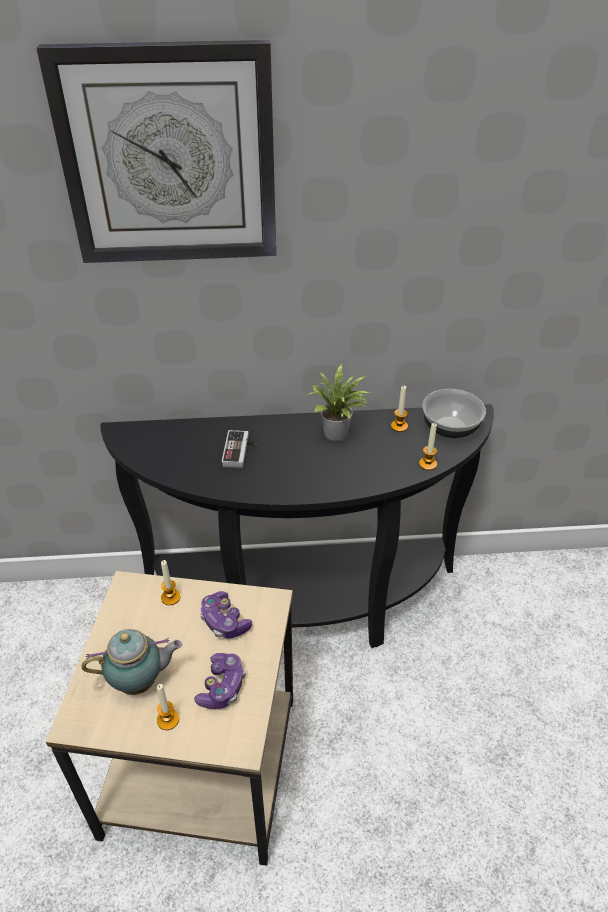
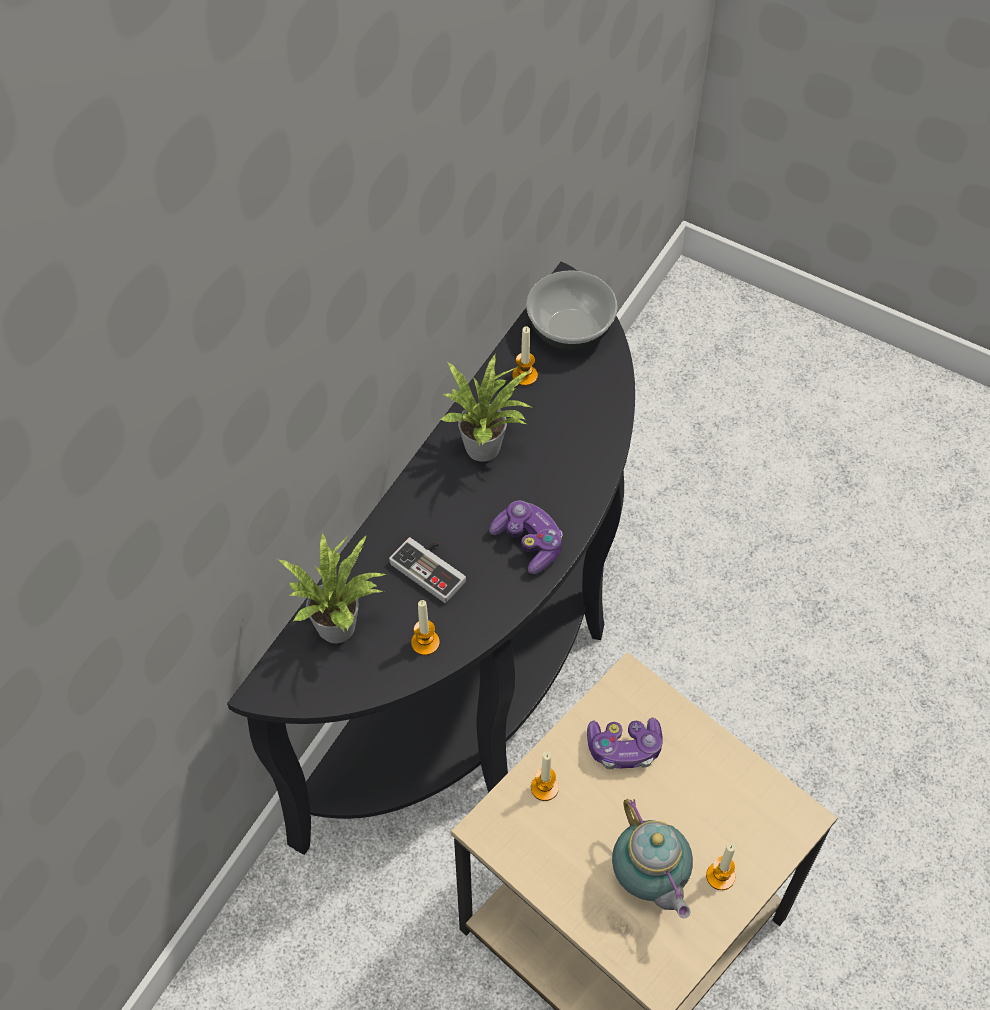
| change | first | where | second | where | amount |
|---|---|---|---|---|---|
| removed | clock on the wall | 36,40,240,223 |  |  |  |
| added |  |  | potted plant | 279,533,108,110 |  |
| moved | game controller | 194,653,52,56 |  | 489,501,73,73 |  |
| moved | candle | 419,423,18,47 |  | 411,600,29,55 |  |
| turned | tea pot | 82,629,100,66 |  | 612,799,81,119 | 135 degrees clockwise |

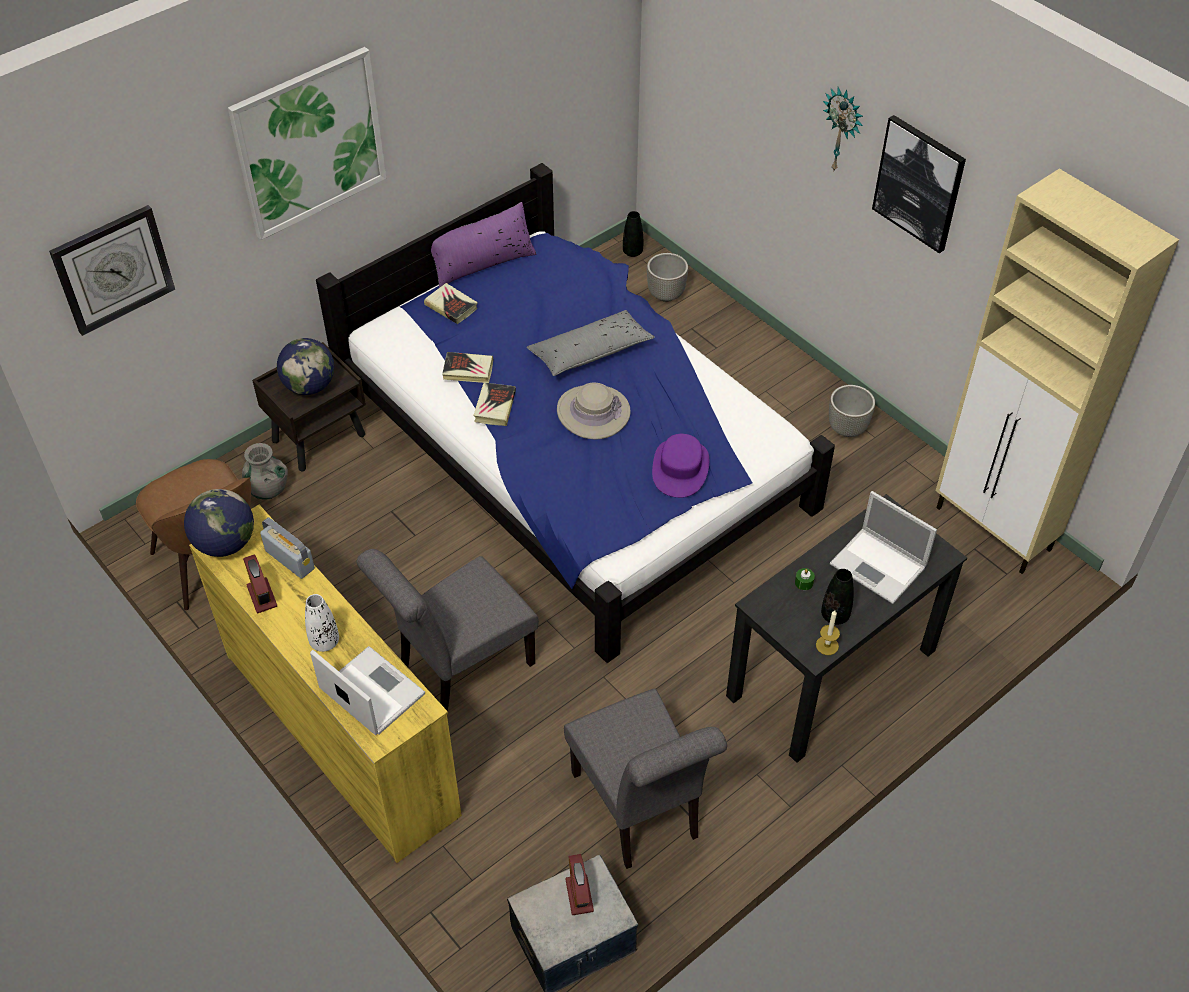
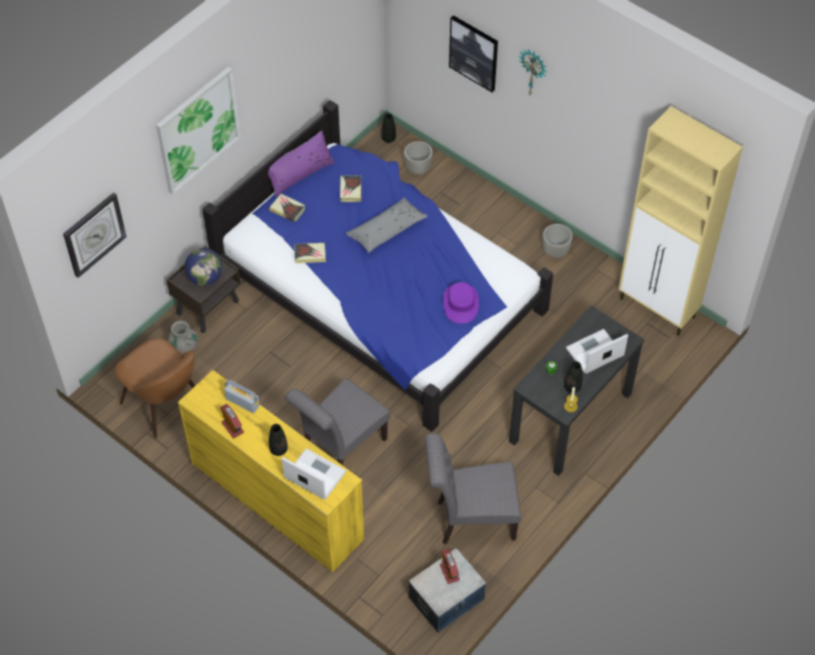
| change | first | where | second | where | amount |
|---|---|---|---|---|---|
| removed | desk globe | 184,489,70,68 |  |  |  |
| removed | beige-coloured wearable hat | 557,383,74,57 |  |  |  |
| moved | bound book | 473,383,43,43 |  | 340,175,21,27 |  |
| moved | wall art | 872,115,94,138 |  | 449,15,49,77 |  |
| recoloured | white flower vase | 305,594,34,58 | blackish flower vase | 269,424,19,32 |  |
| turned | greyish plain chair | 564,688,163,181 |  | 425,433,96,111 | 120 degrees clockwise |
| turned | laptop | 830,491,107,113 |  | 566,329,62,45 | 120 degrees clockwise |

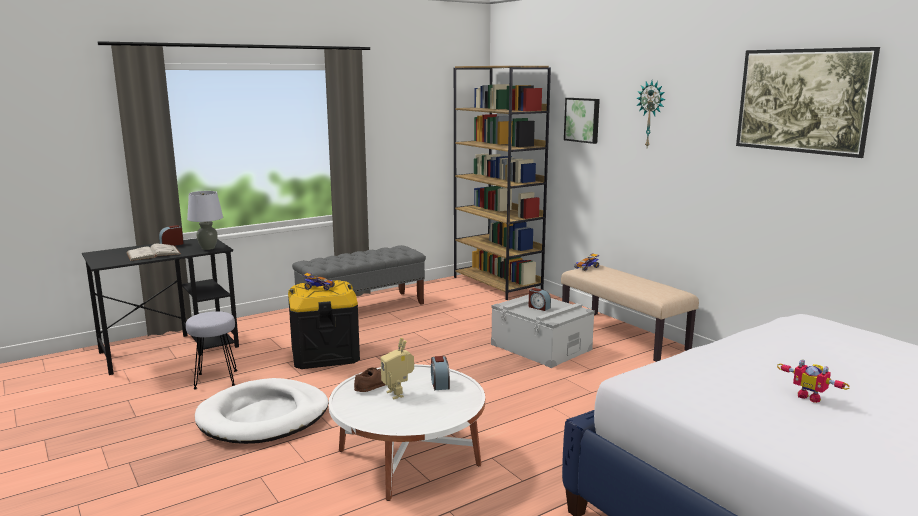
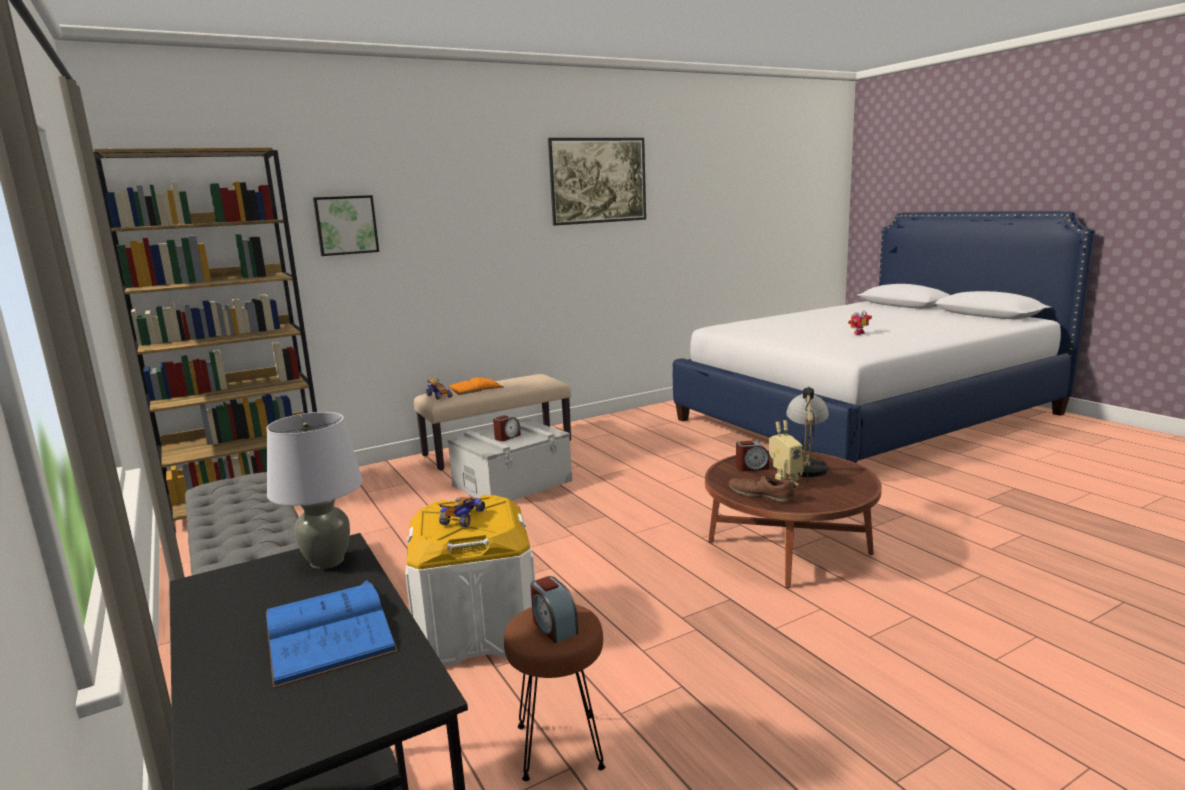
| change | first | where | second | where | amount |
|---|---|---|---|---|---|
| removed | white pet bed | 195,378,134,66 |  |  |  |
| removed | clock on the wall | 636,81,30,66 |  |  |  |
| added |  |  | orangey bound book | 448,377,55,18 |  |
| added |  |  | tabletop lamp | 786,386,43,97 |  |
| moved | alarm clock | 159,225,24,21 |  | 530,576,48,67 |  |
| recoloured | white bound book | 126,244,55,17 | blue bound book | 266,580,132,109 |  |
| recoloured | greyish stool | 186,311,51,78 | brown-coloured stool | 504,605,101,176 |  |
| recoloured | blackish storage container | 288,280,72,89 | white storage container | 405,495,130,171 |  |
| recoloured | white lounge table | 329,364,156,137 | brown-coloured lounge table | 705,450,177,138 |  |

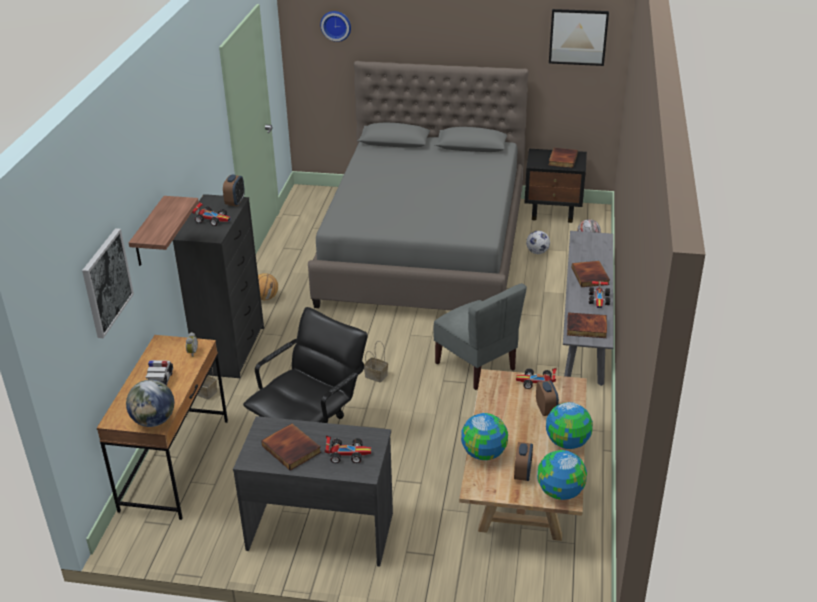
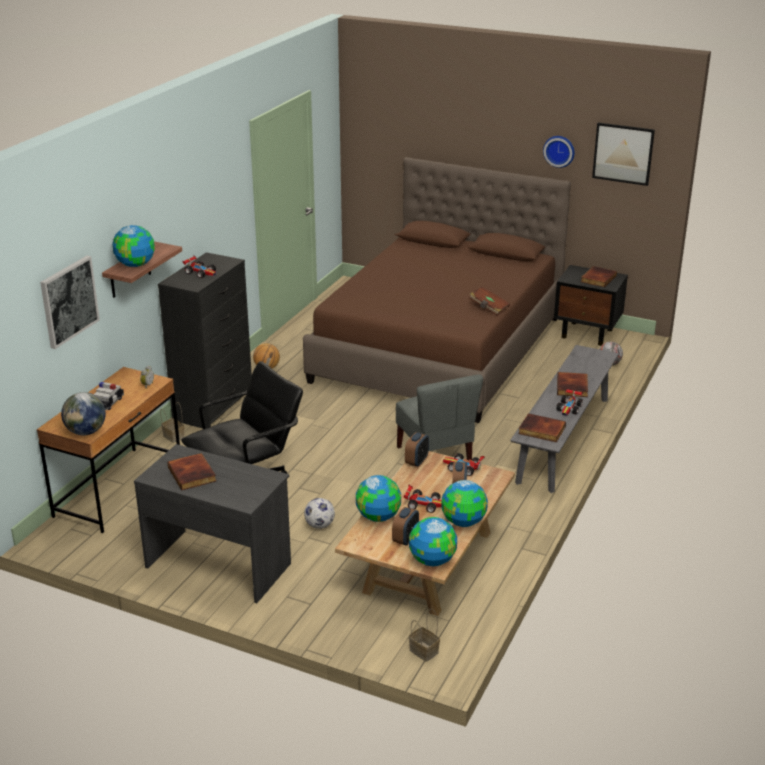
| change | first | where | second | where | amount |
|---|---|---|---|---|---|
| added |  |  | desk globe | 112,225,43,42 |  |
| added |  |  | brown-coloured bound book | 469,286,41,30 |  |
| moved | alarm clock | 223,175,22,31 |  | 405,432,24,35 |  |
| moved | clock on the wall | 320,11,31,31 |  | 543,136,31,32 |  |
| moved | model car | 325,436,46,27 |  | 404,485,38,28 |  |
| moved | storage basket | 364,341,24,41 |  | 409,609,31,53 |  |
| moved | football ball | 526,231,24,23 |  | 304,498,31,31 |  |
| recoloured | greyish sleeping bed | 308,61,221,249 | brown-coloured sleeping bed | 303,157,268,266 |  |

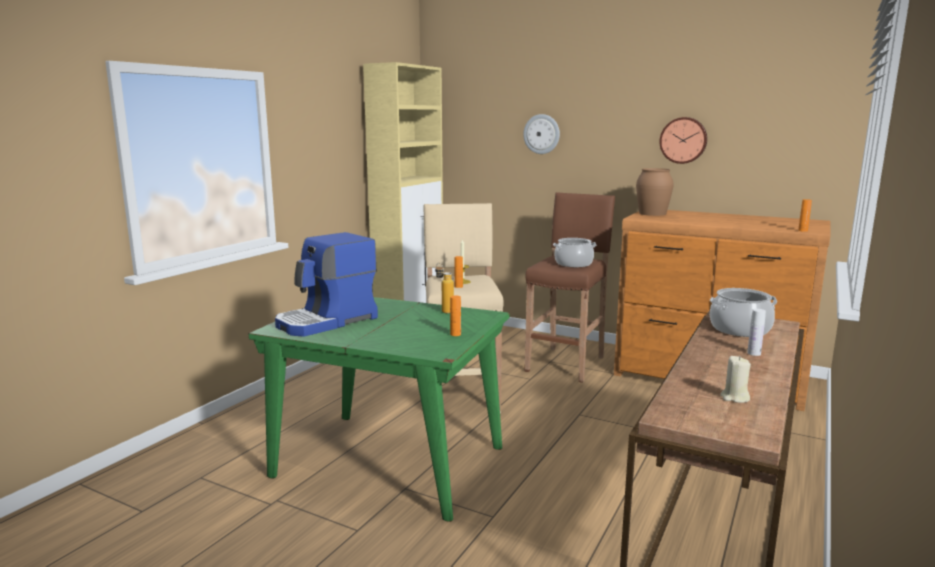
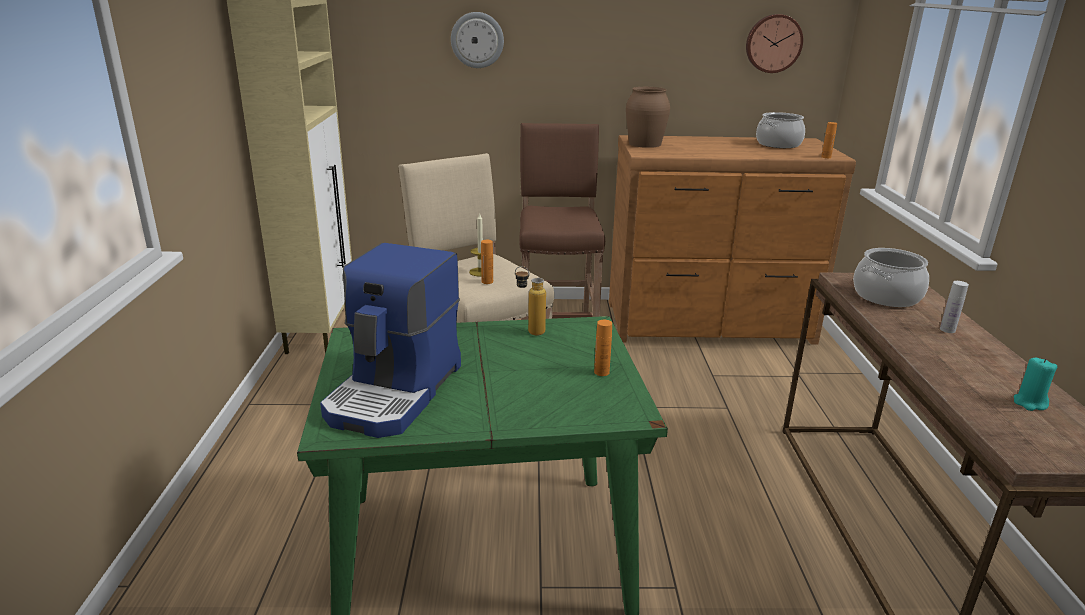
| change | first | where | second | where | amount |
|---|---|---|---|---|---|
| moved | stockpot | 553,238,43,29 |  | 756,112,49,36 |  |
| moved | clock on the wall | 659,117,48,47 |  | 746,14,57,59 |  |
| recoloured | beige-coloured candle | 720,356,31,47 | blue-green candle | 1014,358,43,53 |  |

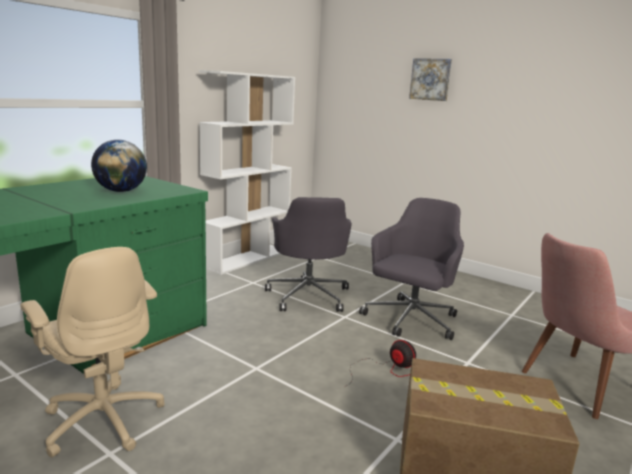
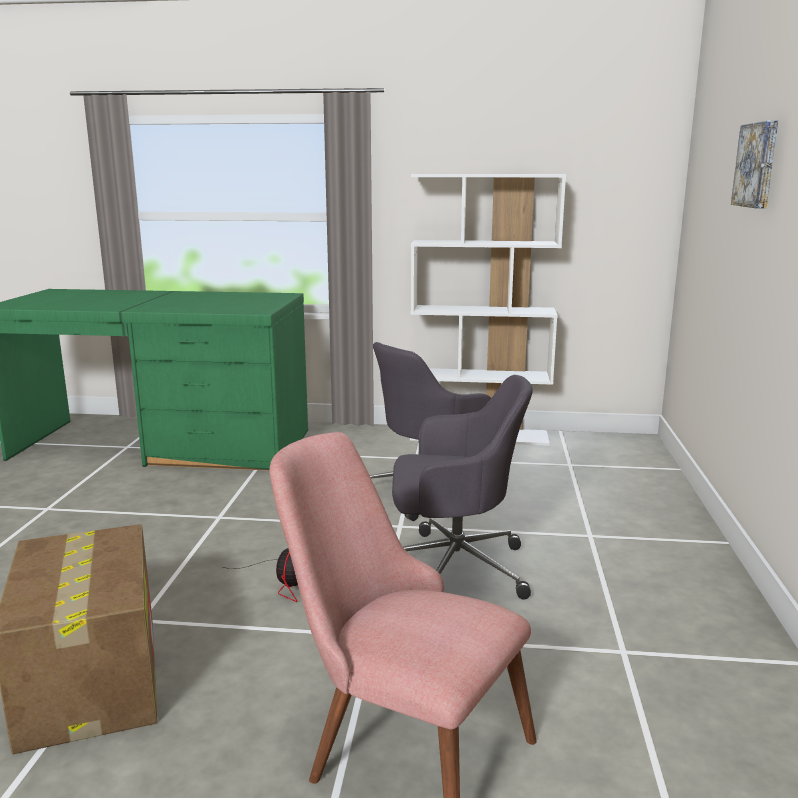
| change | first | where | second | where | amount |
|---|---|---|---|---|---|
| removed | beige-coloured office chair | 20,247,144,210 |  |  |  |
| removed | desk globe | 91,140,56,52 |  |  |  |

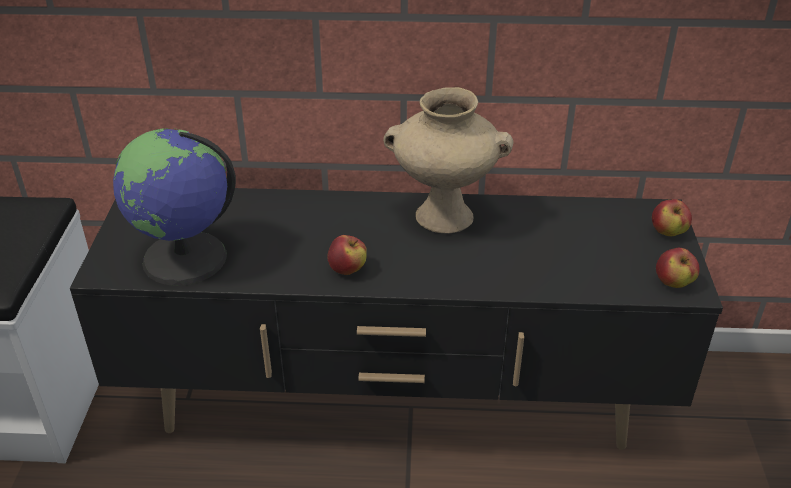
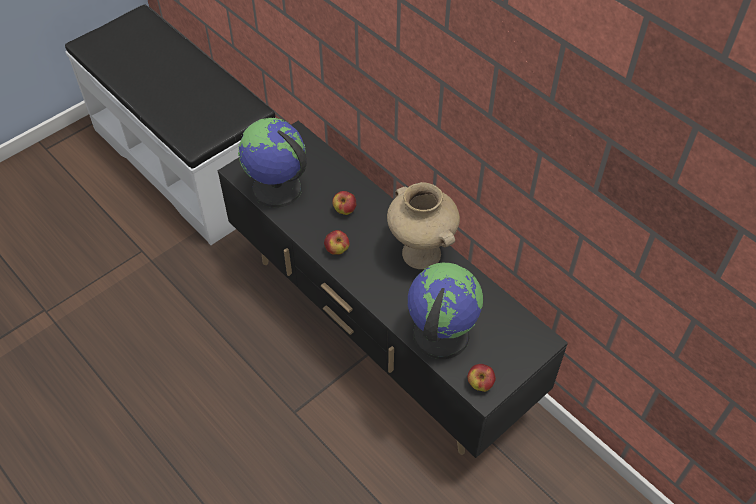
| change | first | where | second | where | amount |
|---|---|---|---|---|---|
| added |  |  | desk globe | 408,263,75,96 |  |
| moved | apple | 652,199,40,37 |  | 332,191,25,24 |  |

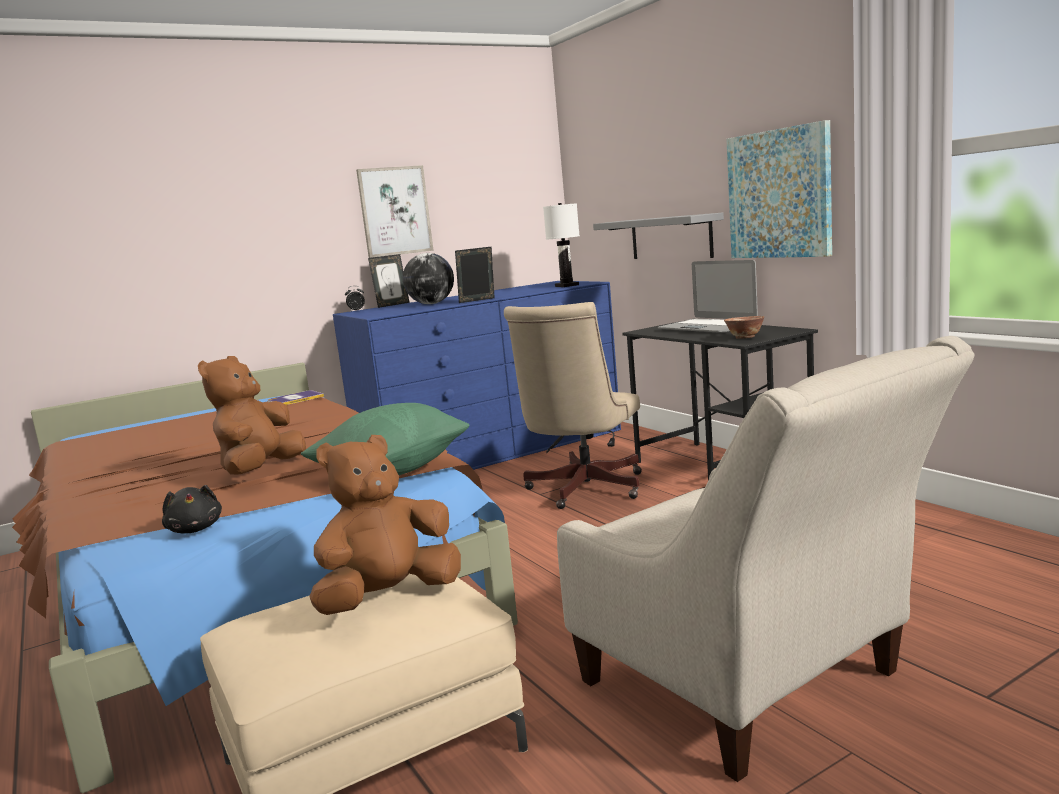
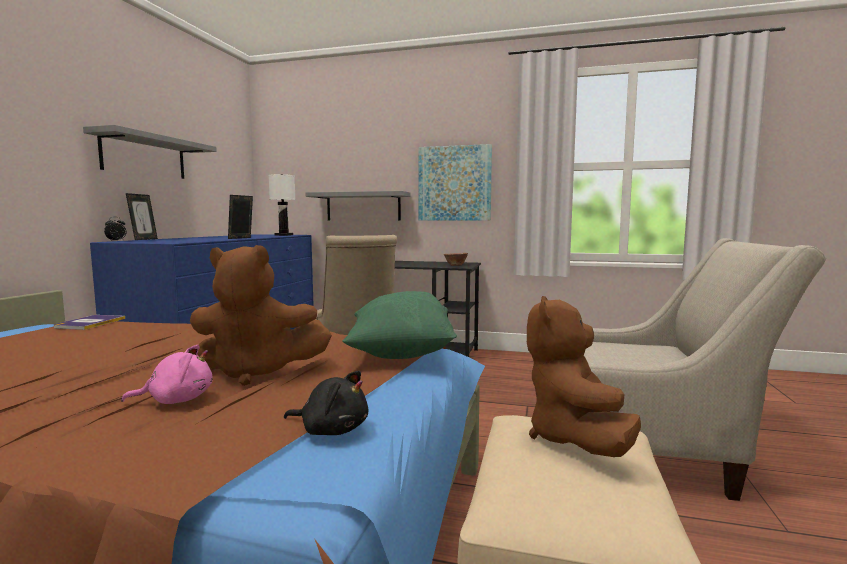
| change | first | where | second | where | amount |
|---|---|---|---|---|---|
| removed | desk globe | 403,253,51,51 |  |  |  |
| removed | laptop | 658,260,100,73 |  |  |  |
| added |  |  | pink-coloured cuddly toy | 121,345,92,59 |  |
| replaced | wall art | 356,165,78,93 | greyish bracket shelf | 83,125,134,54 |  |
| turned | brown-coloured cuddly toy | 198,356,108,119 |  | 190,245,142,141 | 60 degrees counterclockwise |

